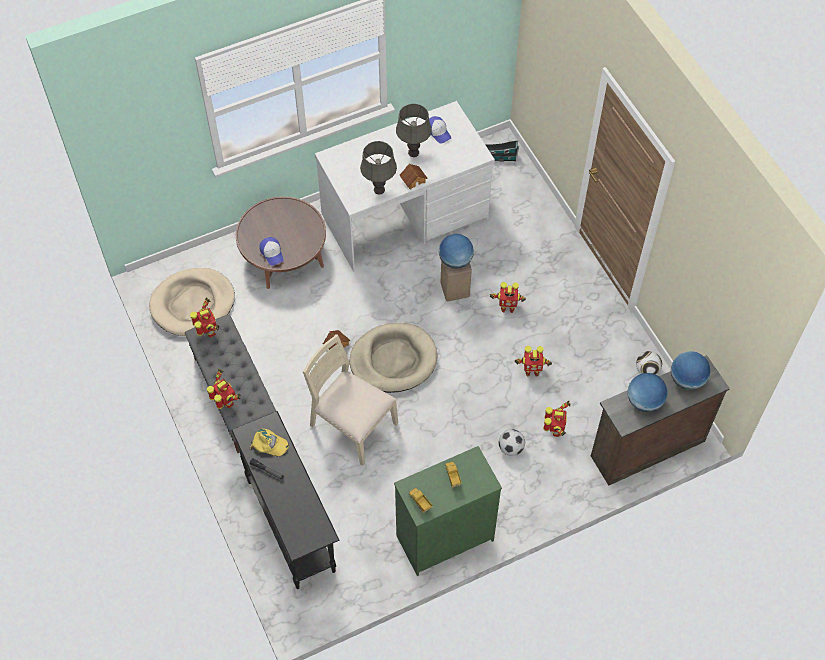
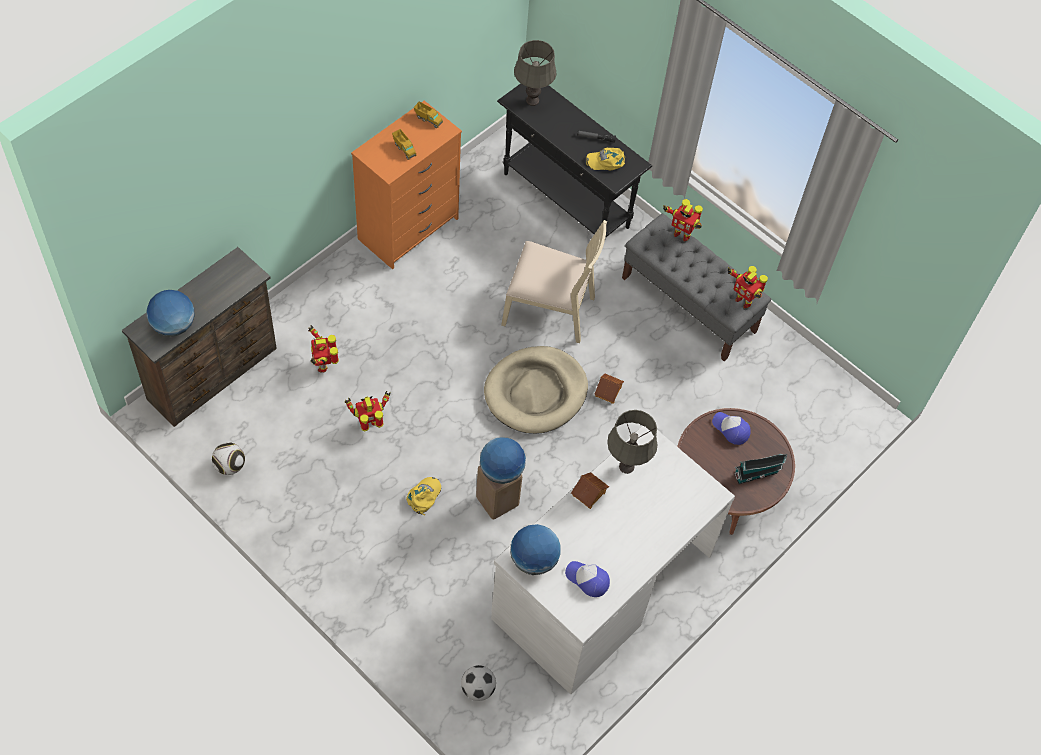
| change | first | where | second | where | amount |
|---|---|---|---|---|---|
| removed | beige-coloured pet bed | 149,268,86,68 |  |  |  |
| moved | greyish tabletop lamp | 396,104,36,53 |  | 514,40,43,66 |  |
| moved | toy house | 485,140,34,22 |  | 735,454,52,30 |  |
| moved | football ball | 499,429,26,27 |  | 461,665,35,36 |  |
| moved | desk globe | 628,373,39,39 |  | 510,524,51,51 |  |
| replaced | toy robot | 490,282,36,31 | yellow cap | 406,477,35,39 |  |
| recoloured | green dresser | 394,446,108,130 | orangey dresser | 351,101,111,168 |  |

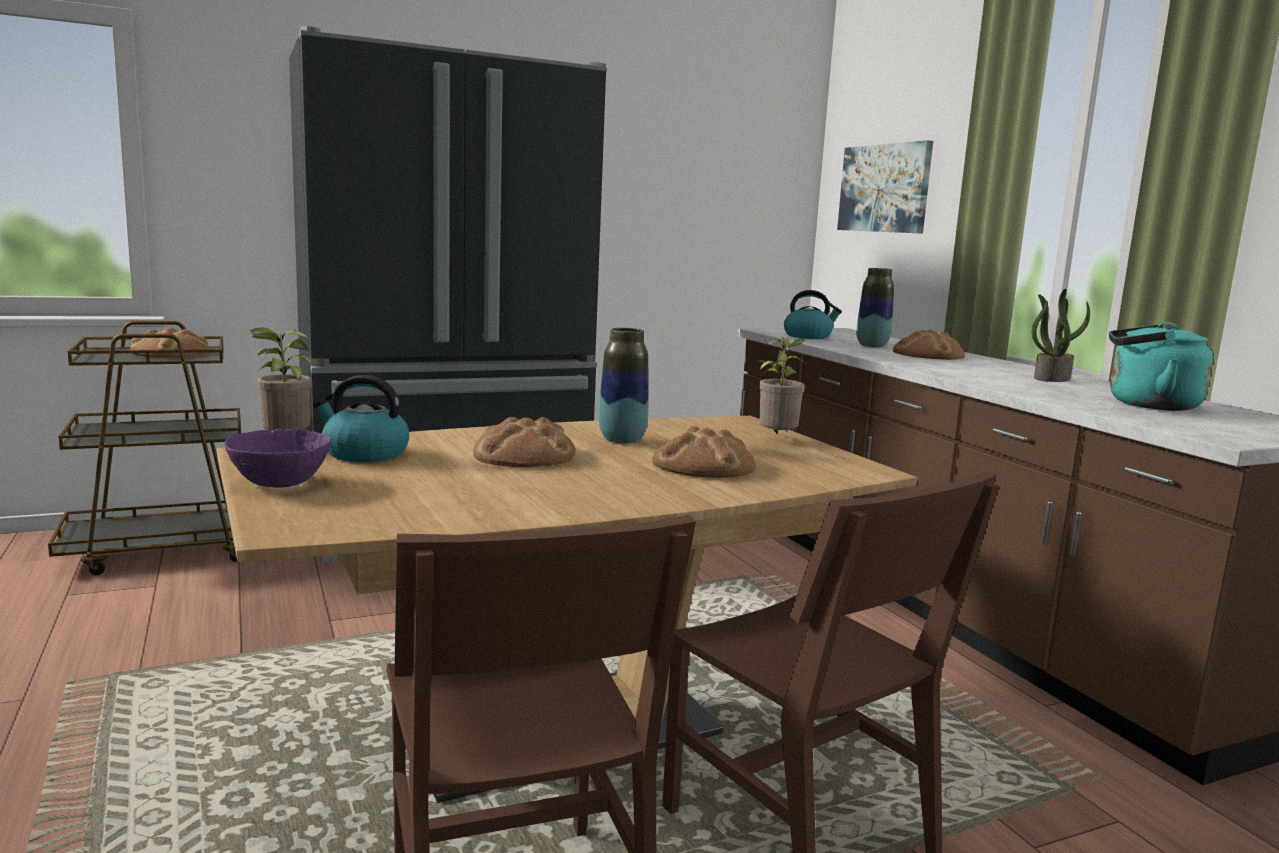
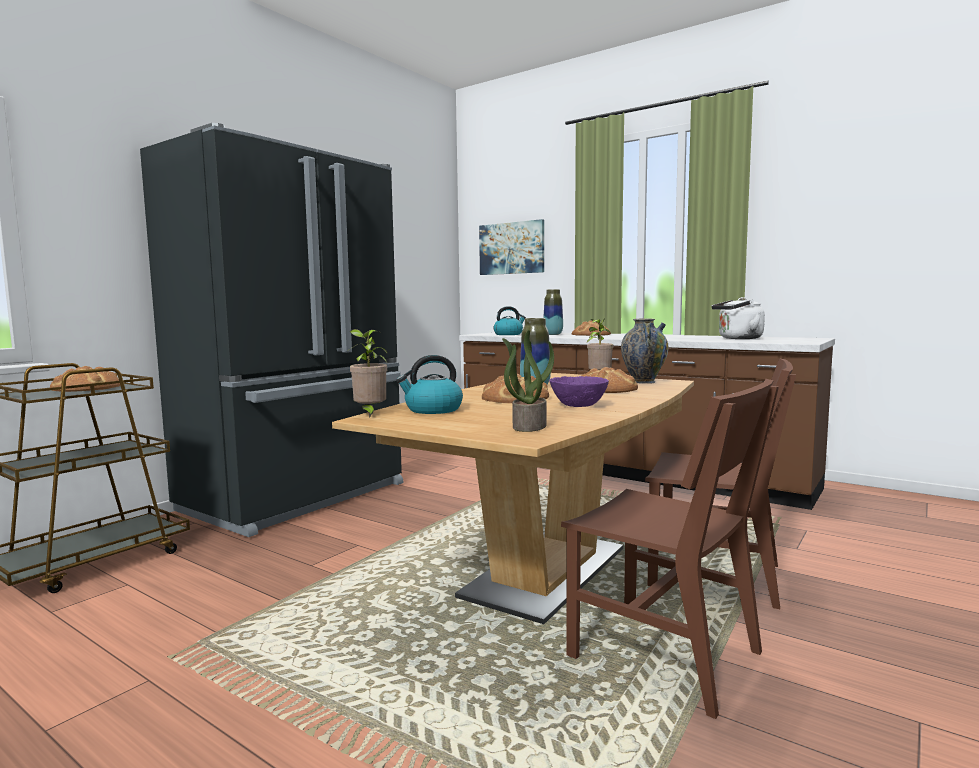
| change | first | where | second | where | amount |
|---|---|---|---|---|---|
| added |  |  | flower vase | 621,319,48,65 |  |
| moved | purplish serving bowl | 224,429,107,59 |  | 549,376,60,31 |  |
| moved | potted plant | 1032,289,58,93 |  | 502,330,52,102 |  |
| recoloured | blue-green tea kettle | 1109,322,104,89 | white tea kettle | 712,297,53,42 |  |

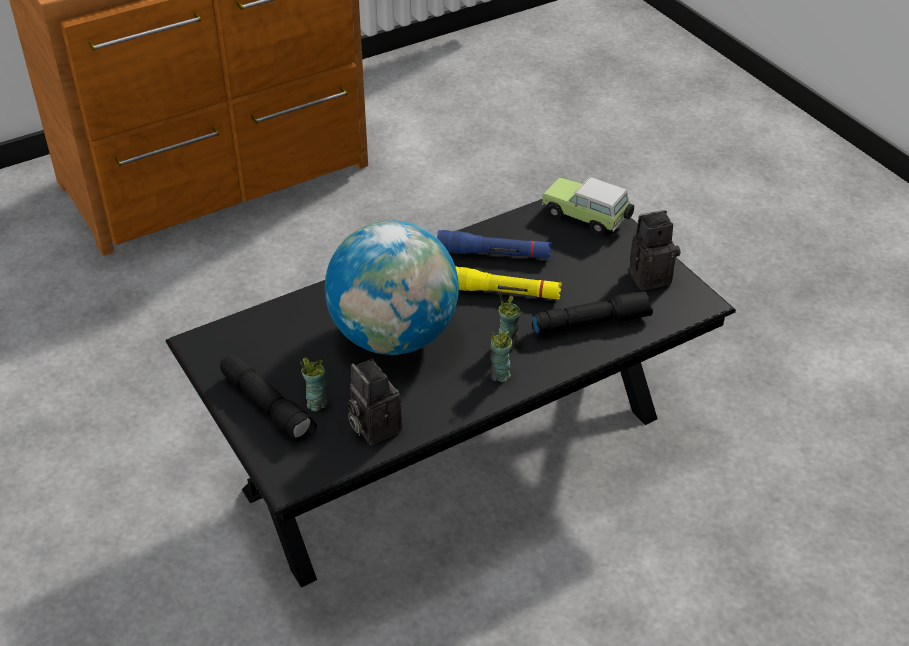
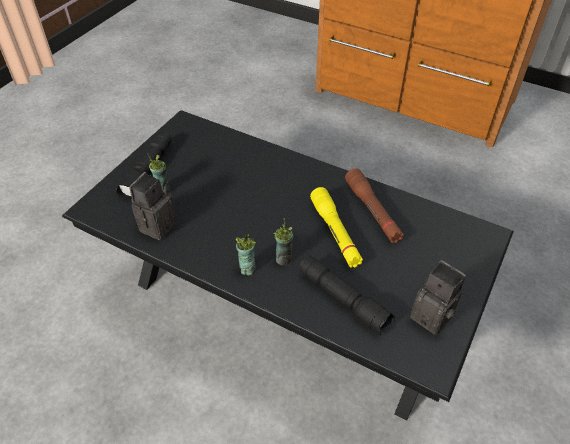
| change | first | where | second | where | amount |
|---|---|---|---|---|---|
| removed | desk globe | 325,220,134,135 |  |  |  |
| removed | model car | 542,177,92,57 |  |  |  |
| recoloured | blue hand torch | 437,230,115,29 | brown-coloured hand torch | 345,168,59,75 |  |

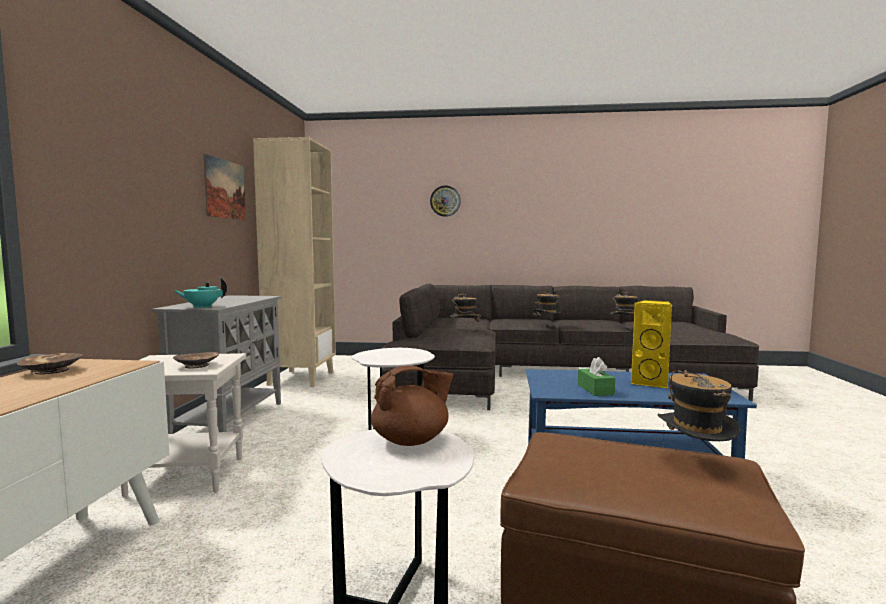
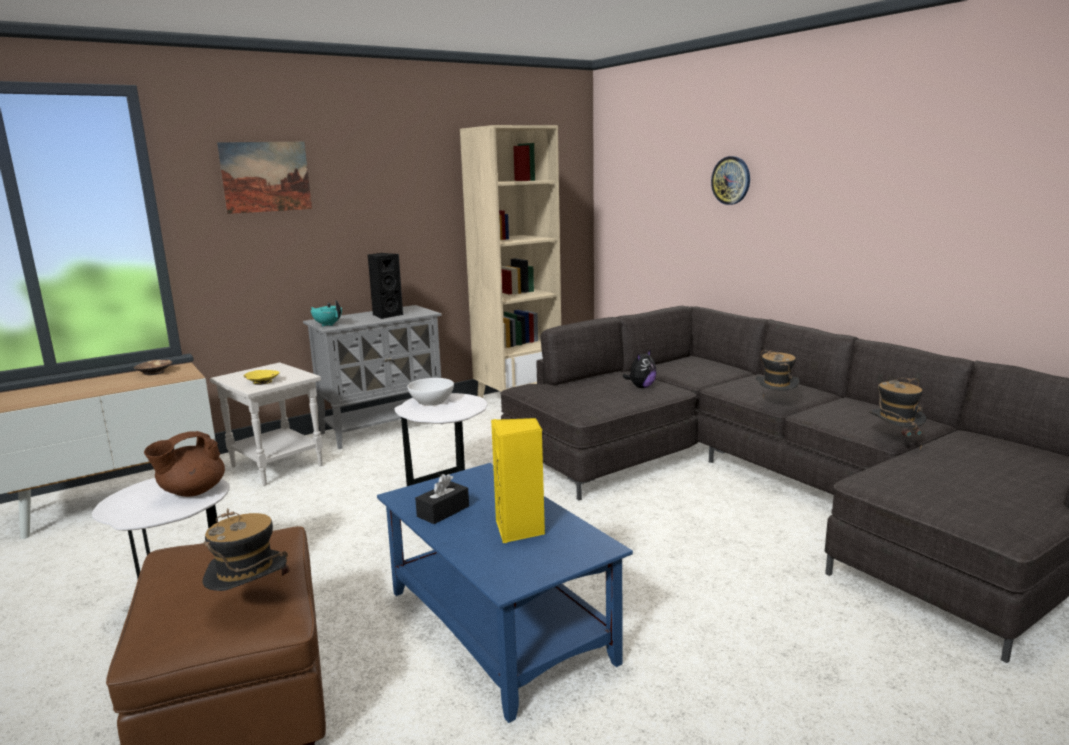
| change | first | where | second | where | amount |
|---|---|---|---|---|---|
| added |  |  | blackish loudspeaker | 368,253,35,66 |  |
| added |  |  | white serving bowl | 408,378,46,28 |  |
| moved | wall art | 203,154,43,66 |  | 217,142,95,72 |  |
| replaced | wearable hat | 450,293,31,29 | cuddly toy | 622,349,35,39 |  |
| recoloured | brown-coloured serving bowl | 173,352,46,16 | yellow serving bowl | 244,370,36,15 |  |
| recoloured | green tissue box | 578,357,37,39 | blackish tissue box | 415,474,54,50 |  |
| turned | brown-coloured tea pot | 371,366,82,80 |  | 144,431,81,66 | 105 degrees clockwise |

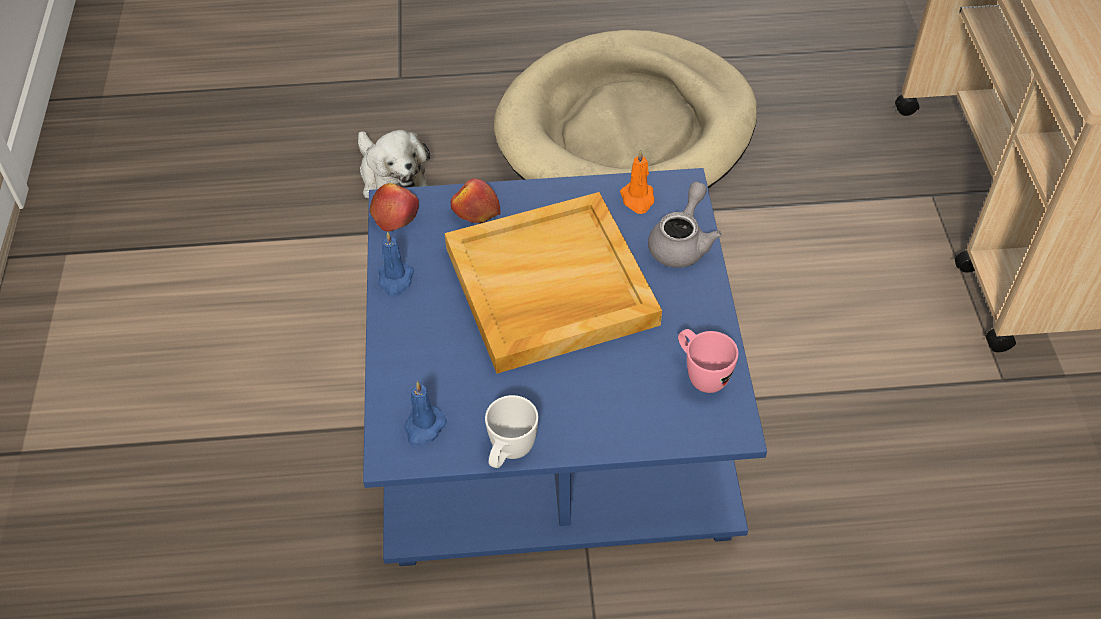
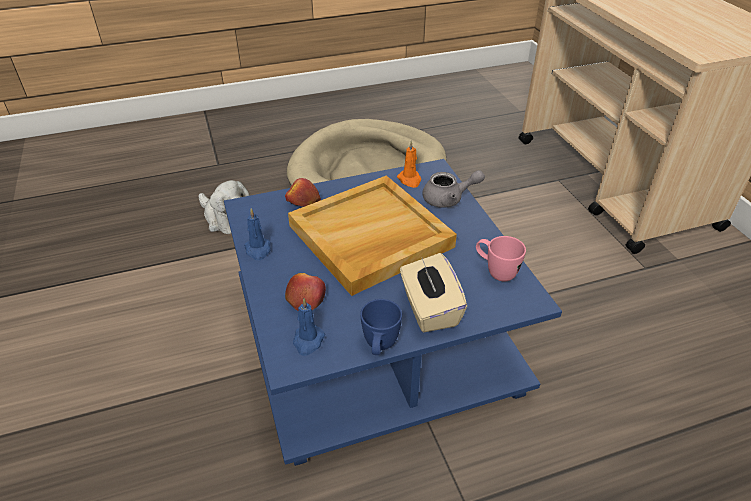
| change | first | where | second | where | amount |
|---|---|---|---|---|---|
| added |  |  | beige-coloured tissue box | 400,253,67,79 |  |
| moved | apple | 370,183,49,49 |  | 285,273,41,38 |  |
| recoloured | white tea mug | 485,395,53,73 | blue tea mug | 360,299,42,56 |  |
| turned | greyish tea pot | 648,182,74,86 |  | 422,170,63,38 | 75 degrees clockwise |

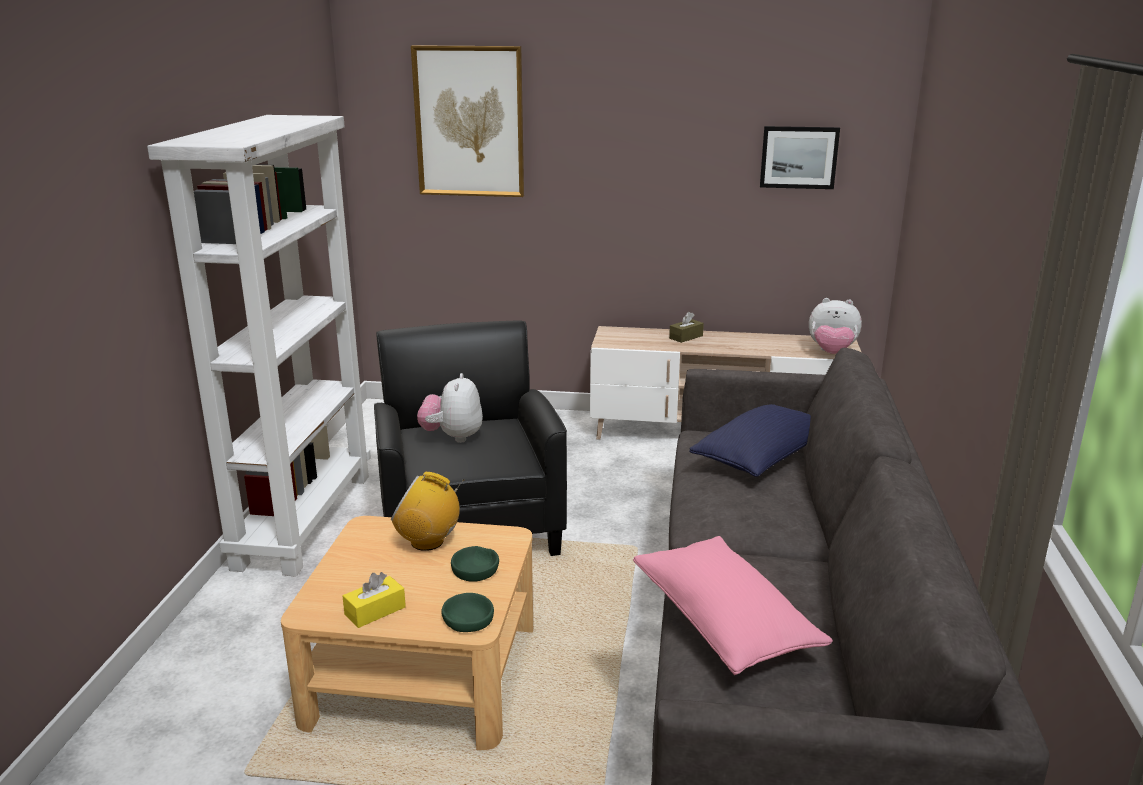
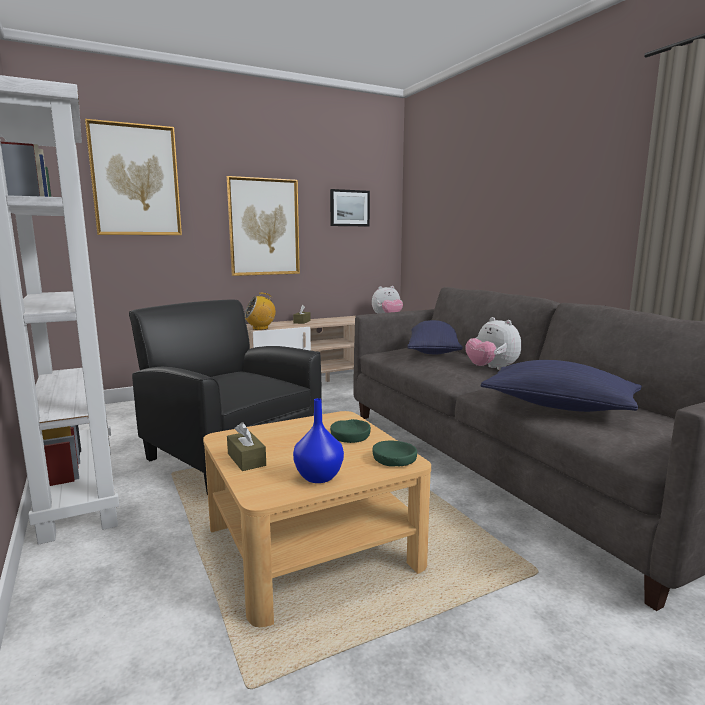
| change | first | where | second | where | amount |
|---|---|---|---|---|---|
| added |  |  | wall art | 227,176,73,100 |  |
| added |  |  | brown-coloured tissue box | 227,422,39,49 |  |
| moved | radio set | 391,472,73,79 |  | 245,293,31,37 |  |
| moved | cuddly toy | 417,373,66,70 |  | 465,317,56,53 |  |
| replaced | yellow tissue box | 342,572,64,56 | blue flower vase | 293,398,51,85 |  |
| recoloured | pink-coloured cushion | 633,536,200,139 | blue cushion | 480,360,162,52 |  |

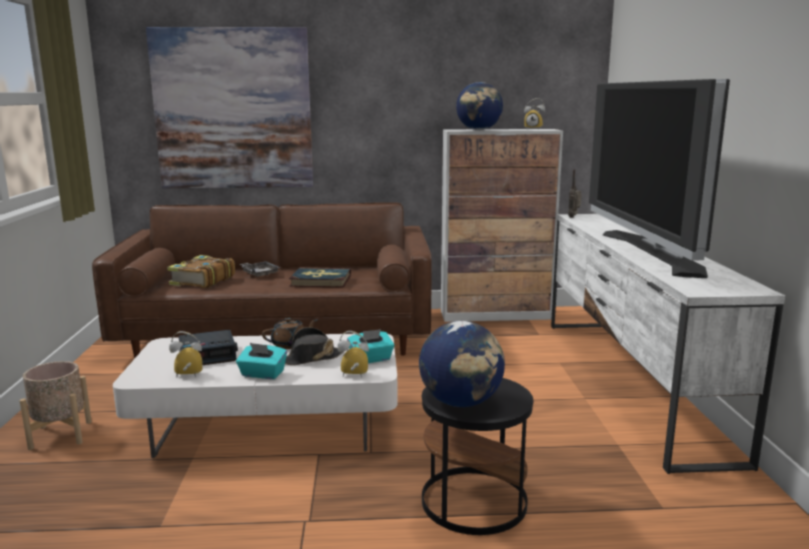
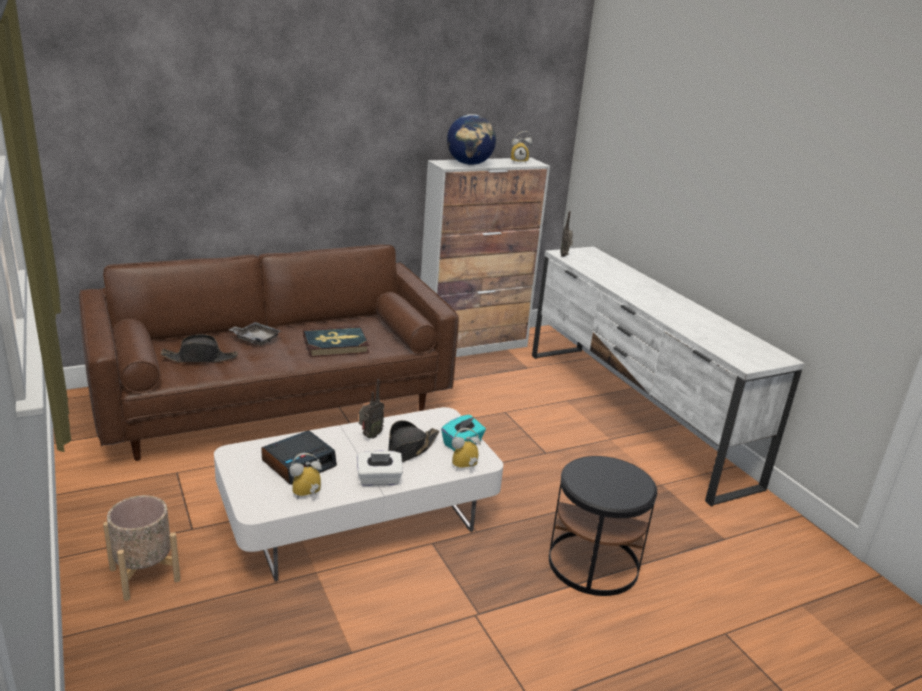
| change | first | where | second | where | amount |
|---|---|---|---|---|---|
| removed | wall art | 146,27,167,161 |  |  |  |
| removed | desk globe | 419,321,86,86 |  |  |  |
| removed | TV | 589,79,141,199 |  |  |  |
| replaced | bound book | 167,255,68,33 | blackish wearable hat | 161,334,77,29 |  |
| replaced | brown-coloured tea pot | 262,318,56,31 | radio set | 359,379,25,60 |  |
| recoloured | blue-green tissue box | 236,343,51,36 | white tissue box | 357,450,46,36 |  |

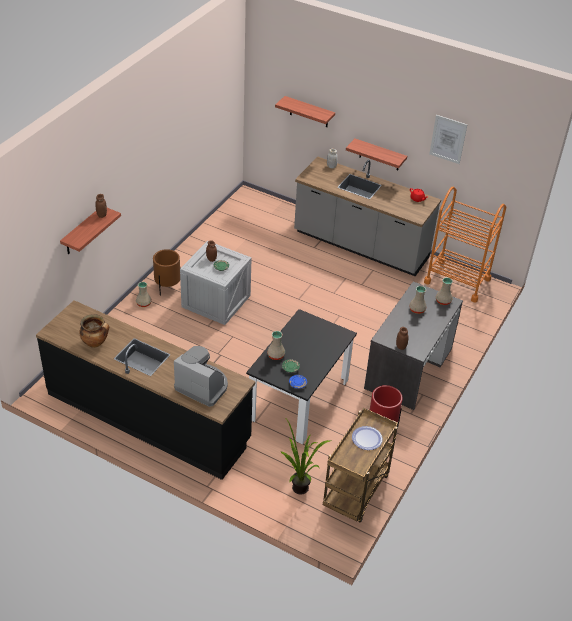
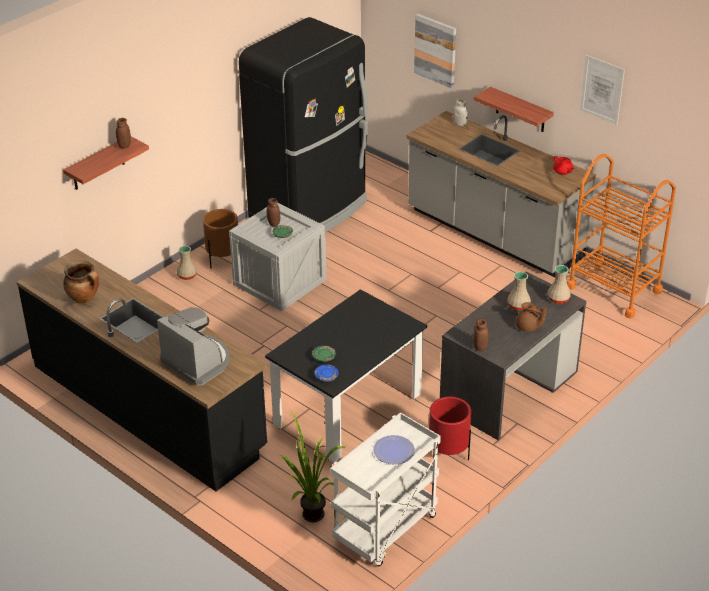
| change | first | where | second | where | amount |
|---|---|---|---|---|---|
| removed | beige-coloured flower vase | 267,331,18,29 |  |  |  |
| added |  |  | blackish kitchen fridge | 239,17,129,215 |  |
| added |  |  | brown-coloured tea pot | 516,302,31,30 |  |
| replaced | bracket shelf | 275,96,60,31 | wall art | 414,14,42,74 |  |
| recoloured | brown-coloured cart | 323,408,75,115 | white cart | 330,412,111,155 |  |

